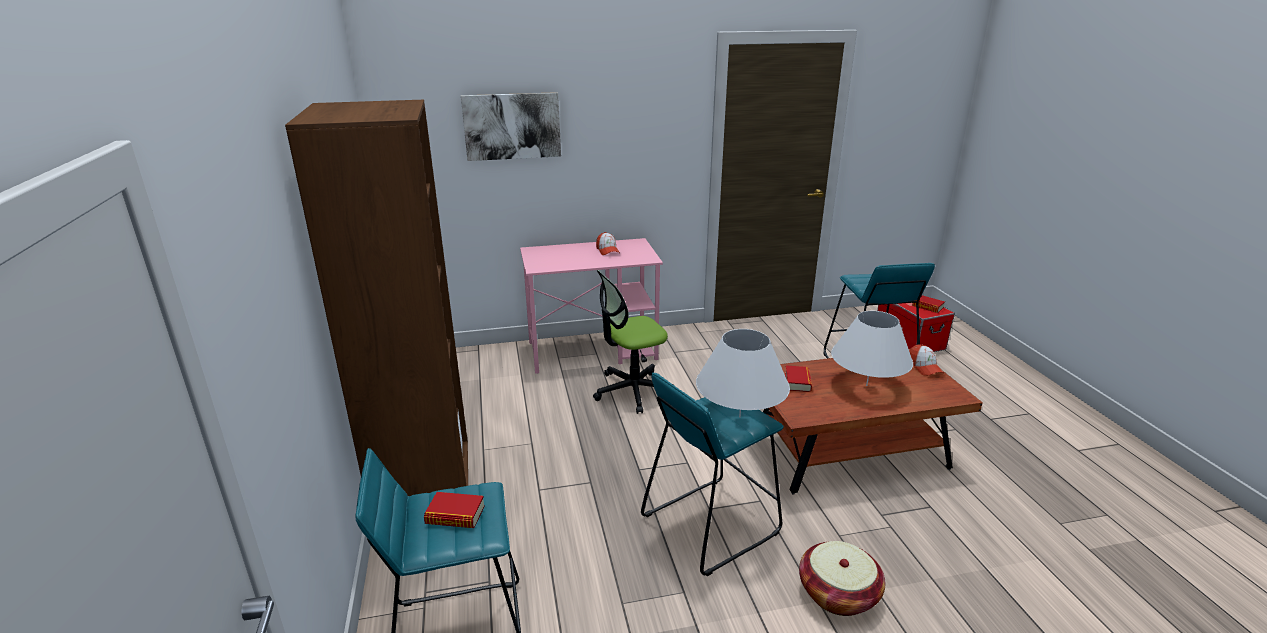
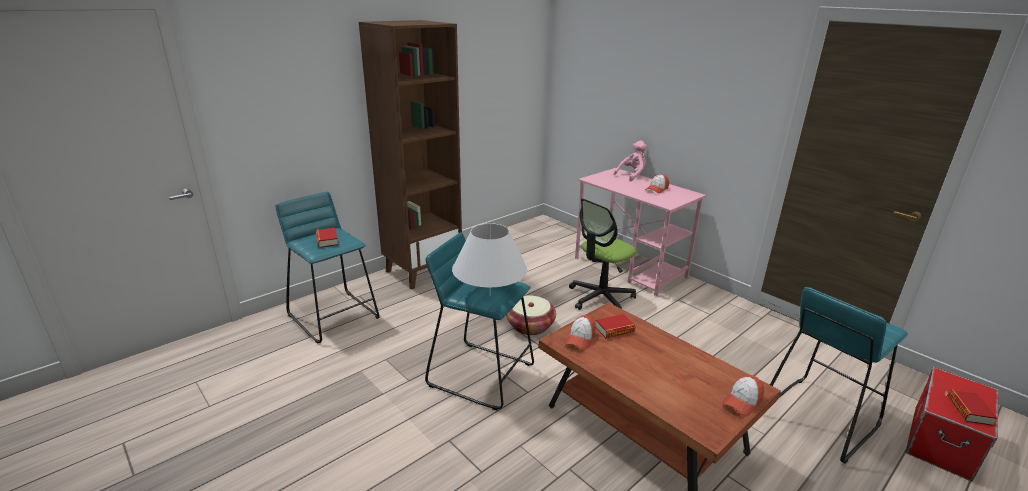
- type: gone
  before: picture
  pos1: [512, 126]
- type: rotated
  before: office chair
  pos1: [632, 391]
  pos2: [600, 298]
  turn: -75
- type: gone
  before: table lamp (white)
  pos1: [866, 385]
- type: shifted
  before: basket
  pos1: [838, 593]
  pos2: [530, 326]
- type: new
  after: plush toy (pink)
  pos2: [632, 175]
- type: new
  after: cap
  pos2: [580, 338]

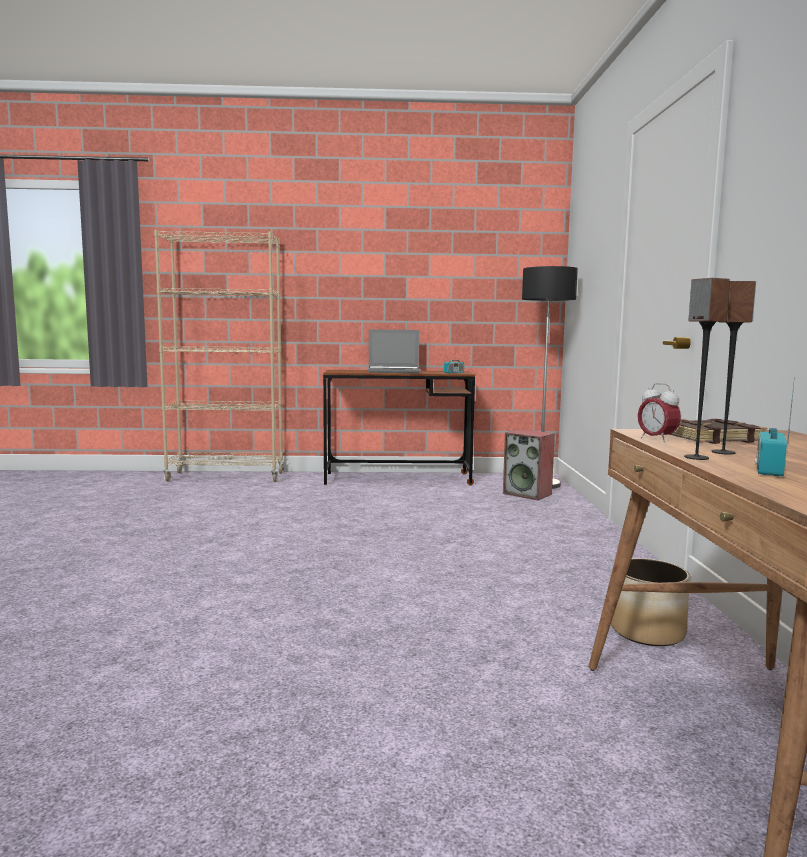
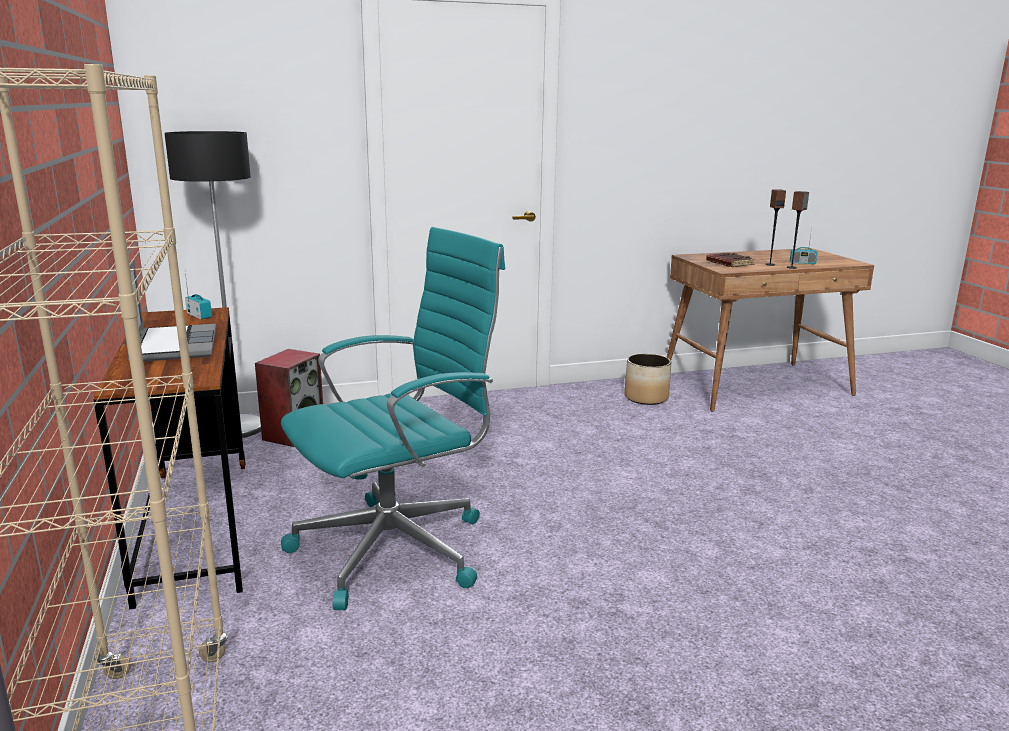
- type: gone
  before: alarm clock
  pos1: [656, 439]
- type: new
  after: office chair (turquoise)
  pos2: [397, 548]

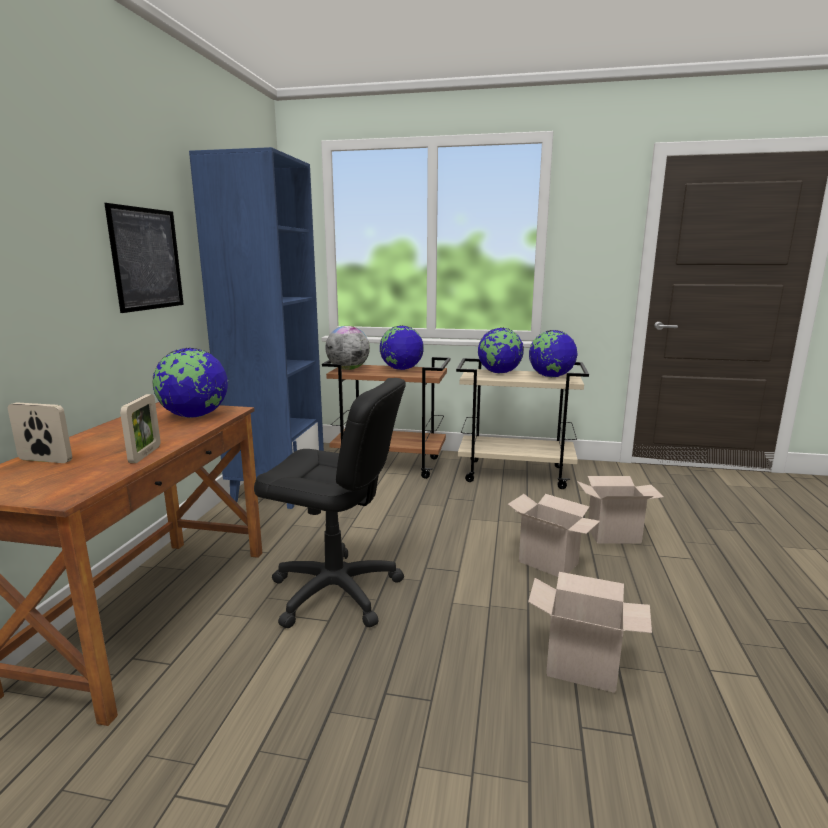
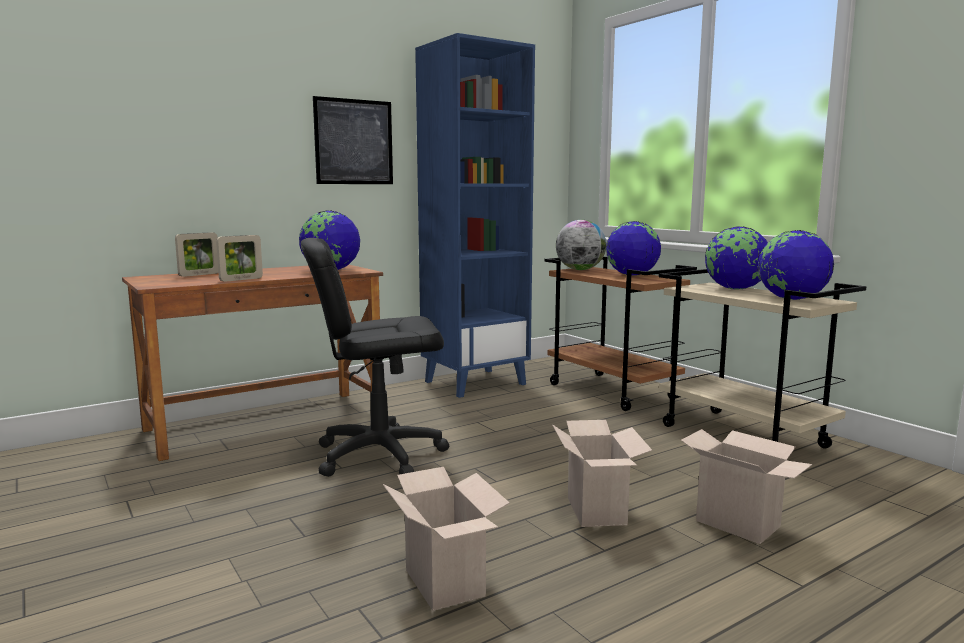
- type: rotated
  before: office chair (black)
  pos1: [335, 592]
  pos2: [379, 455]
  turn: 105
- type: rotated
  before: picture frame
  pos1: [45, 460]
  pos2: [199, 274]
  turn: 75

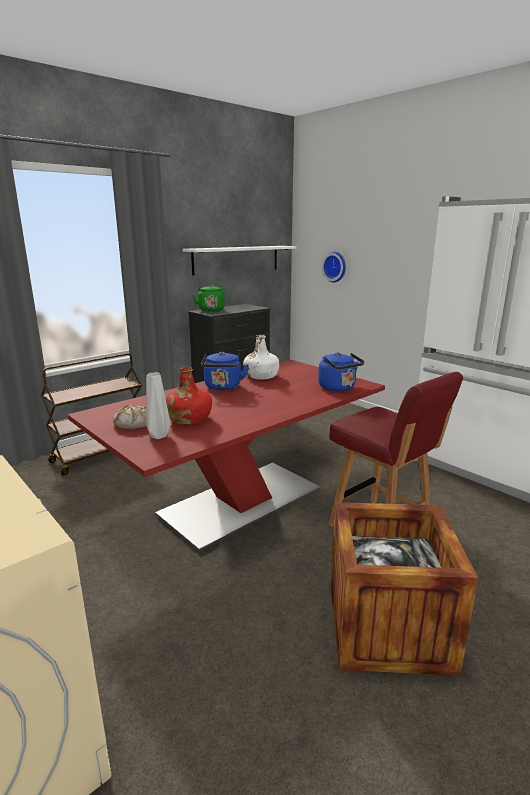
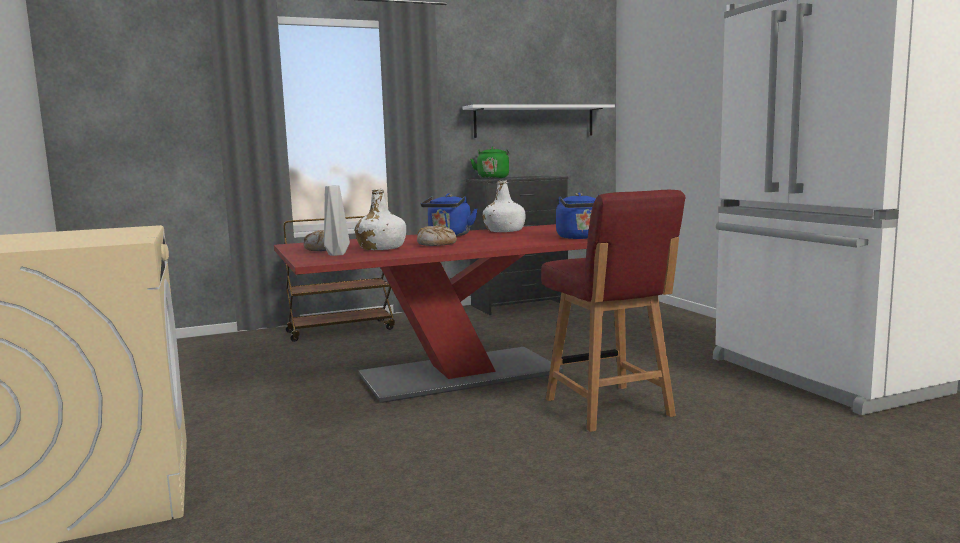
- type: gone
  before: wall clock
  pos1: [335, 267]
- type: repainted
  before: bottle (red)
  after: bottle (white)
  pos1: [189, 419]
  pos2: [381, 248]
- type: gone
  before: crate
  pos1: [388, 625]
- type: new
  after: bread
  pos2: [436, 244]

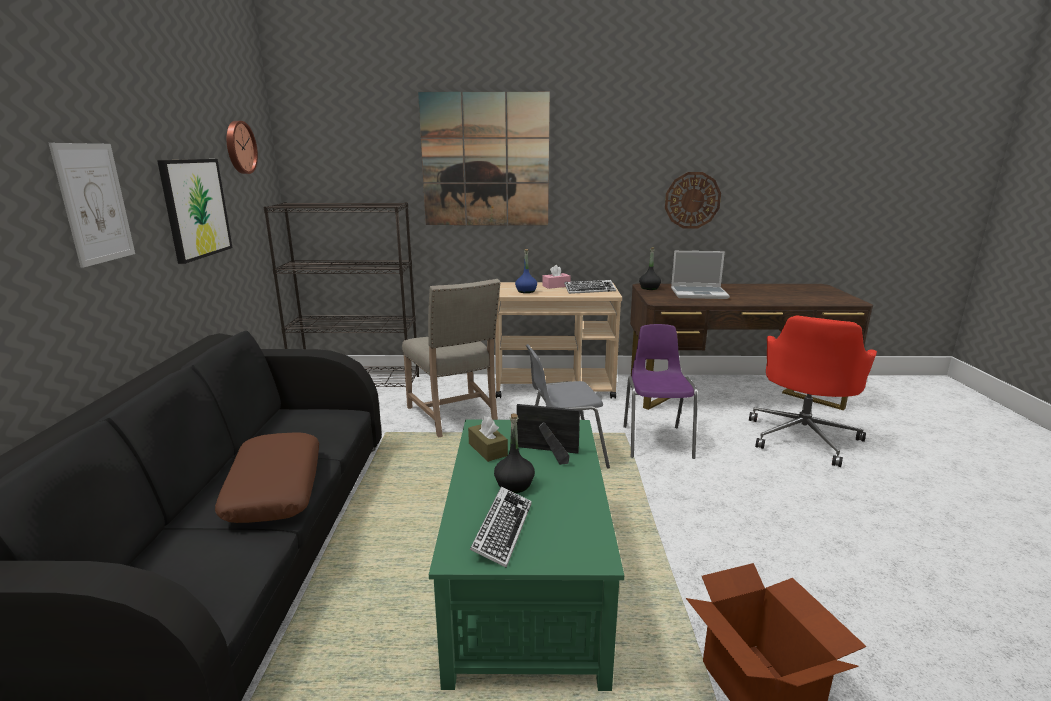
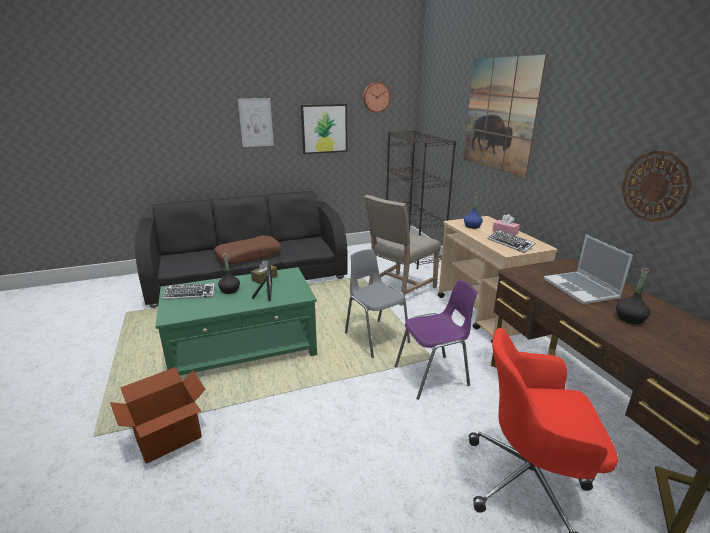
- type: shifted
  before: bottle (black)
  pos1: [649, 288]
  pos2: [629, 318]

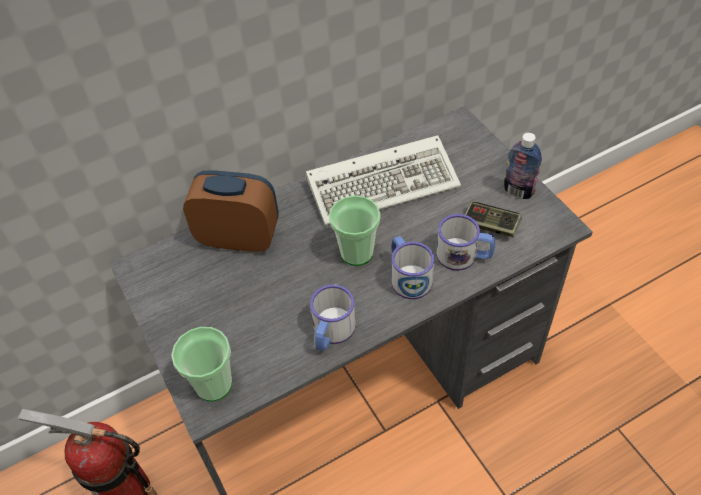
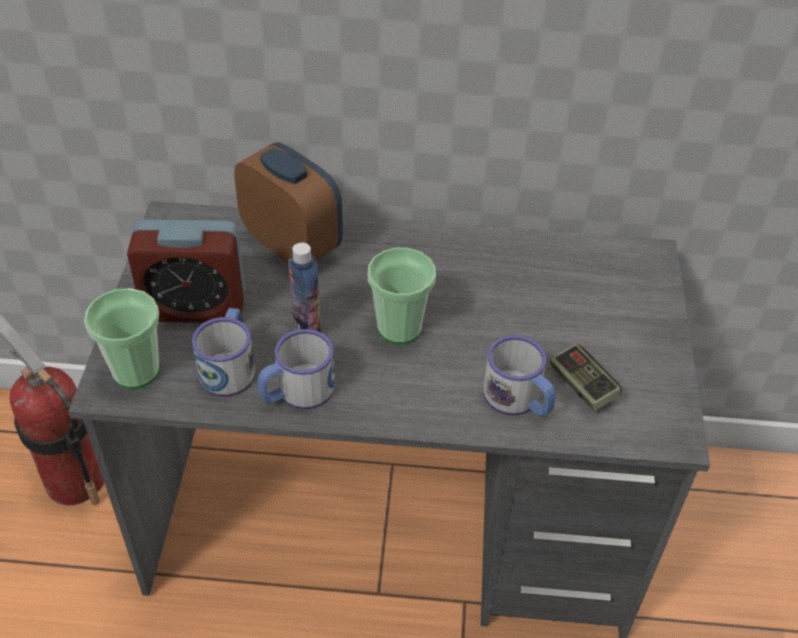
- type: shifted
  before: bottle
  pos1: [518, 191]
  pos2: [306, 327]
- type: gone
  before: keyboard
  pos1: [385, 182]
- type: shifted
  before: mug
  pos1: [408, 276]
  pos2: [230, 366]
- type: new
  after: alarm clock
  pos2: [195, 307]

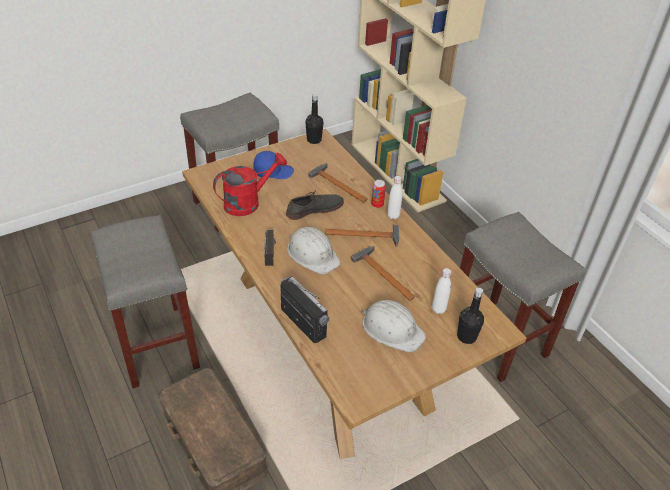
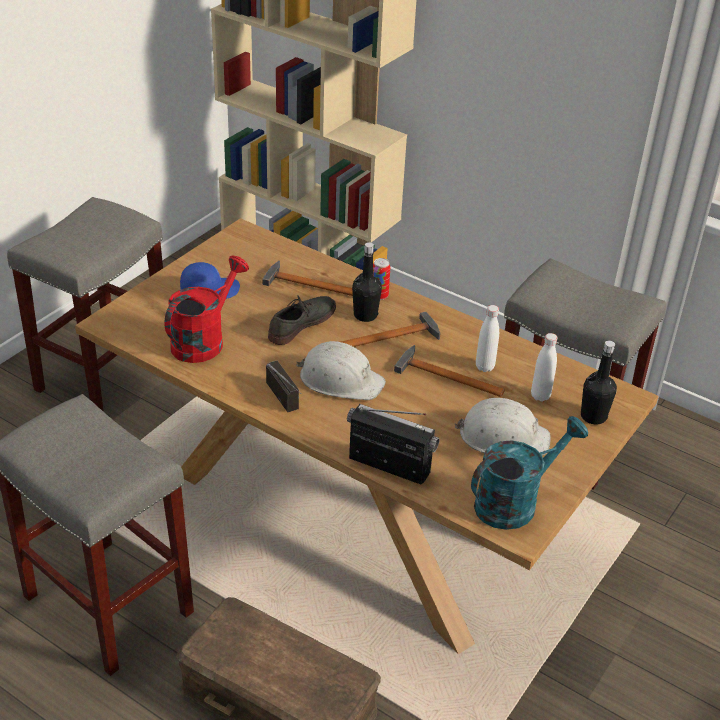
- type: shifted
  before: bottle (black)
  pos1: [314, 140]
  pos2: [365, 315]
- type: shifted
  before: bottle (white)
  pos1: [393, 215]
  pos2: [484, 367]
- type: new
  after: watering can (turquoise)
  pos2: [515, 501]

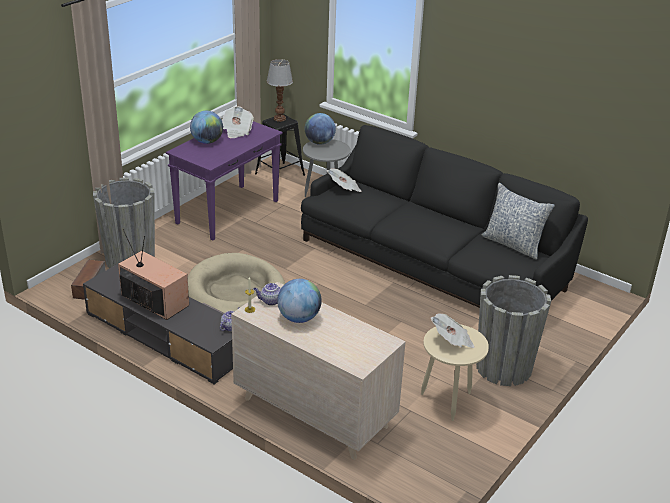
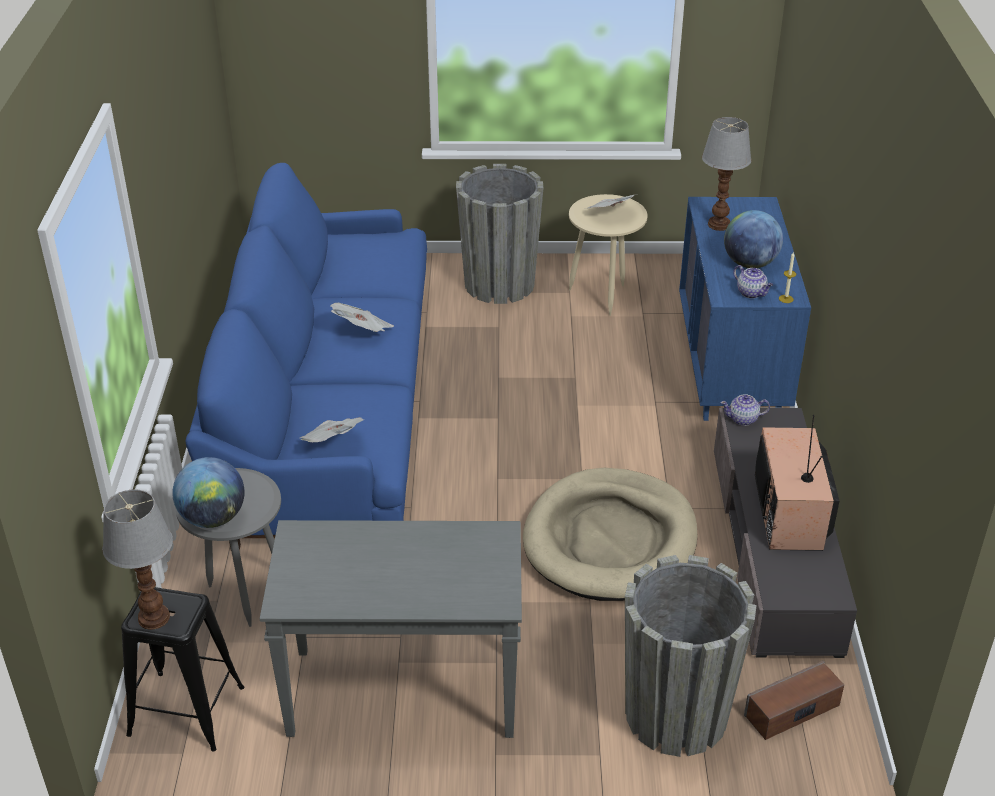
- type: shifted
  before: newspaper
  pos1: [237, 131]
  pos2: [363, 331]
- type: gone
  before: globe
  pos1: [207, 141]
- type: repainted
  before: console table (purple)
  after: console table (grey)
  pos1: [228, 212]
  pos2: [401, 694]
- type: repainted
  before: sofa (black)
  after: sofa (blue)
  pos1: [433, 263]
  pos2: [331, 404]
- type: gone
  before: pillow
  pos1: [513, 244]
- type: repainted
  before: dresser (beige)
  after: dresser (blue)
  pos1: [314, 412]
  pos2: [730, 366]
- type: new
  after: table lamp
  pos2: [718, 224]

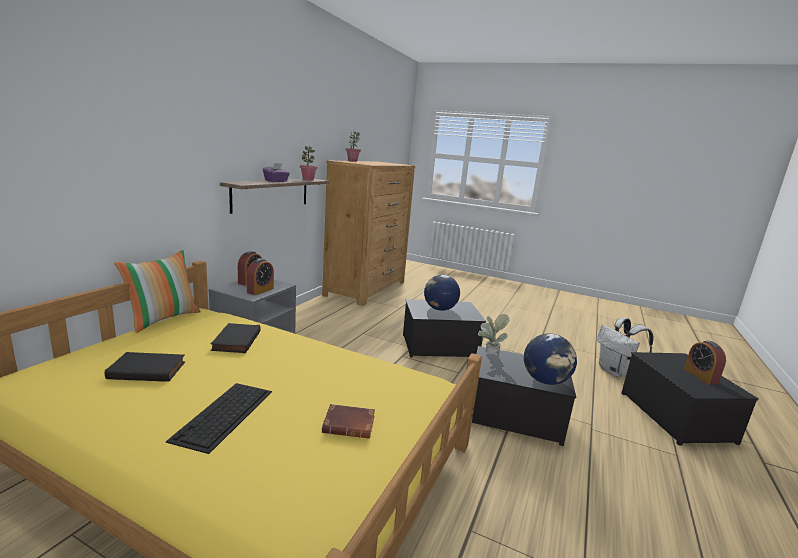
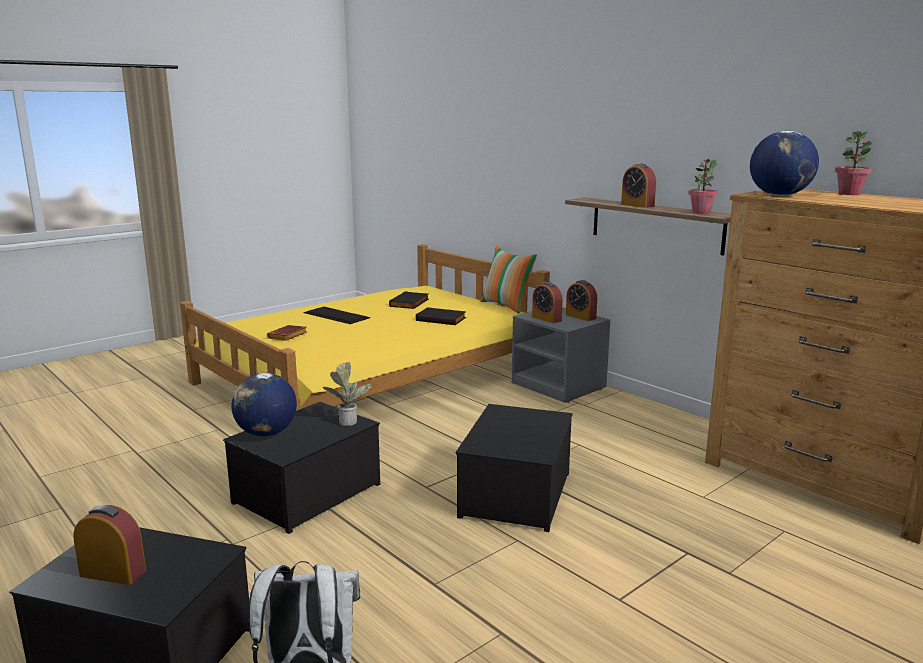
- type: swapped
  before: tissue box (purple)
  after: alarm clock
  pos1: [276, 181]
  pos2: [637, 205]
- type: shifted
  before: globe
  pos1: [439, 309]
  pos2: [779, 195]

